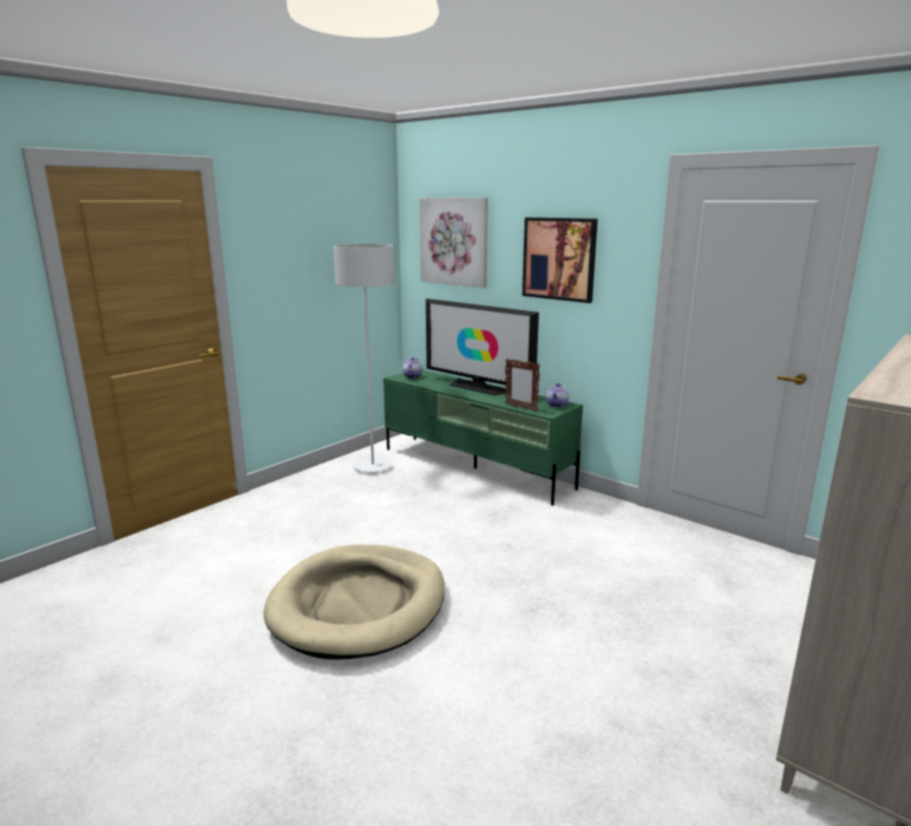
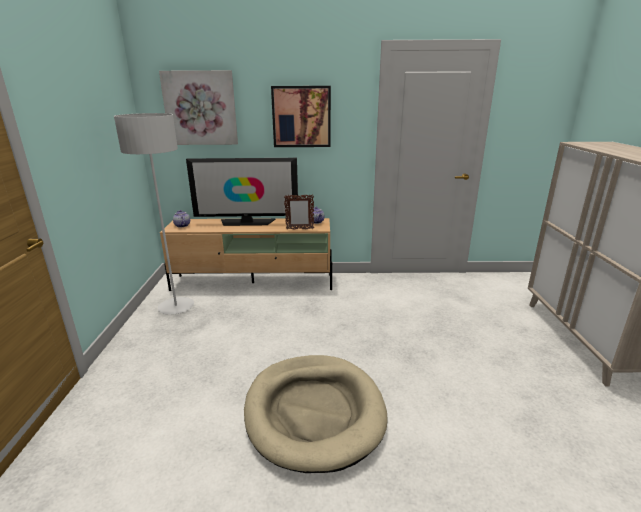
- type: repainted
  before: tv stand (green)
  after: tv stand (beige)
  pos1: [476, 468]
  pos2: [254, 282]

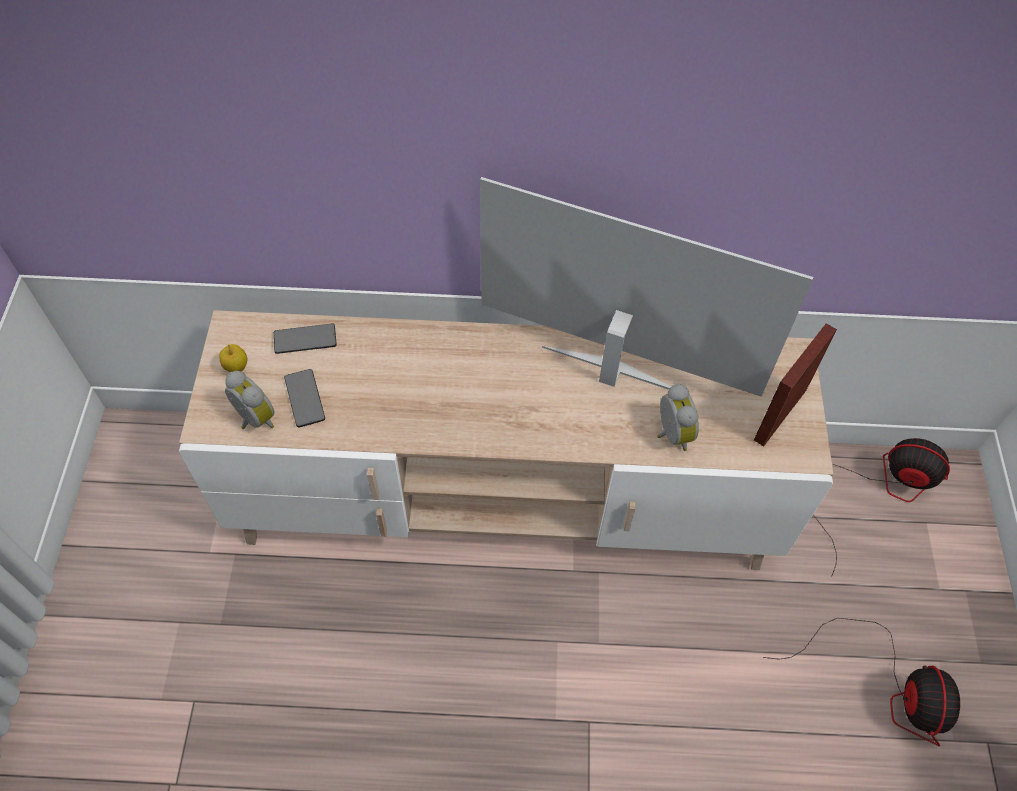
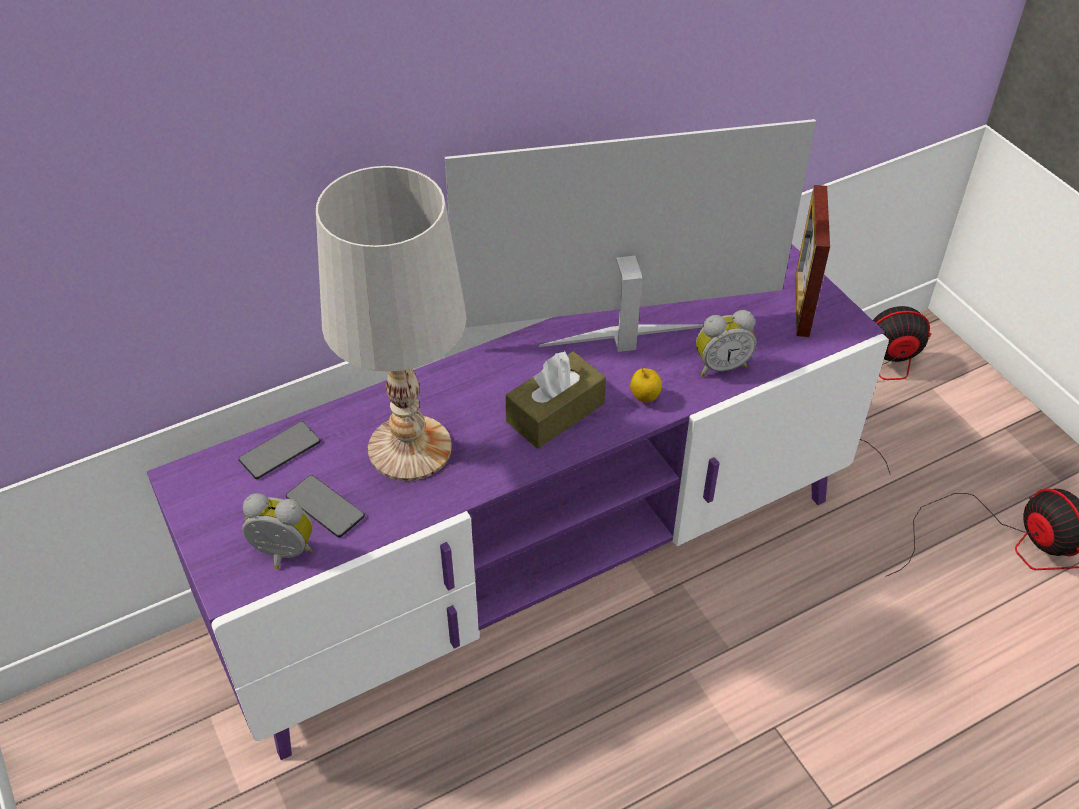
- type: repainted
  before: tv stand (beige)
  after: tv stand (purple)
  pos1: [505, 500]
  pos2: [538, 564]
- type: shifted
  before: apple
  pos1: [236, 368]
  pos2: [644, 398]
- type: rotated
  before: alarm clock
  pos1: [670, 434]
  pos2: [720, 365]
  turn: 120
- type: new
  after: table lamp (white)
  pos2: [408, 448]
- type: new
  after: tissue box (brown)
  pos2: [555, 412]

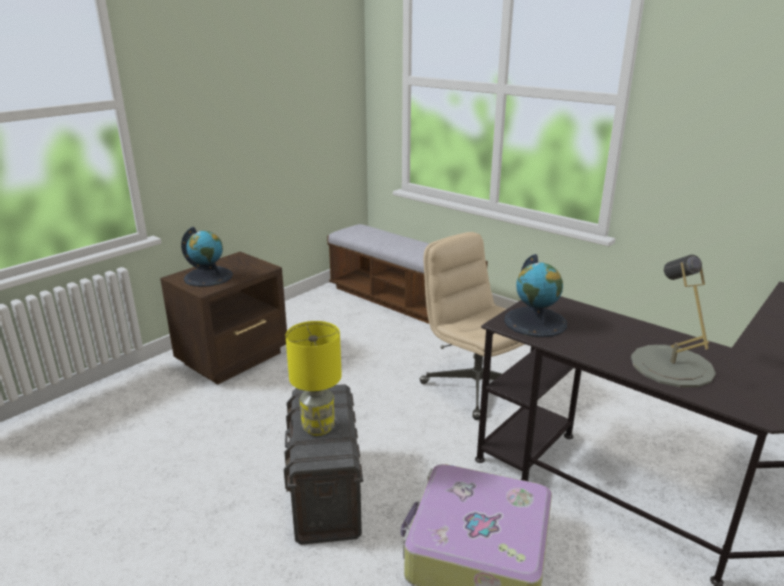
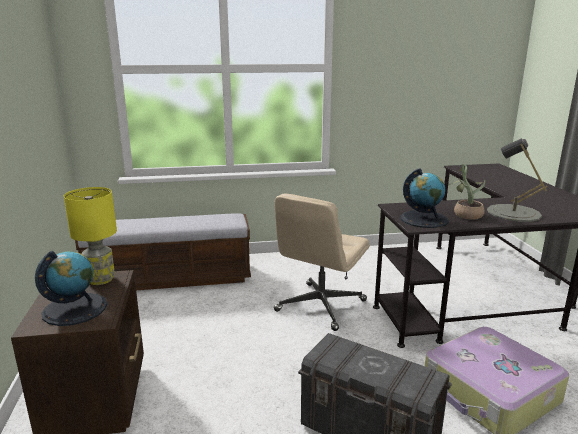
- type: rotated
  before: office chair (beige)
  pos1: [475, 386]
  pos2: [320, 306]
  turn: -60
- type: shifted
  before: table lamp (yellow)
  pos1: [318, 428]
  pos2: [100, 280]
- type: new
  after: potted plant
  pos2: [465, 214]

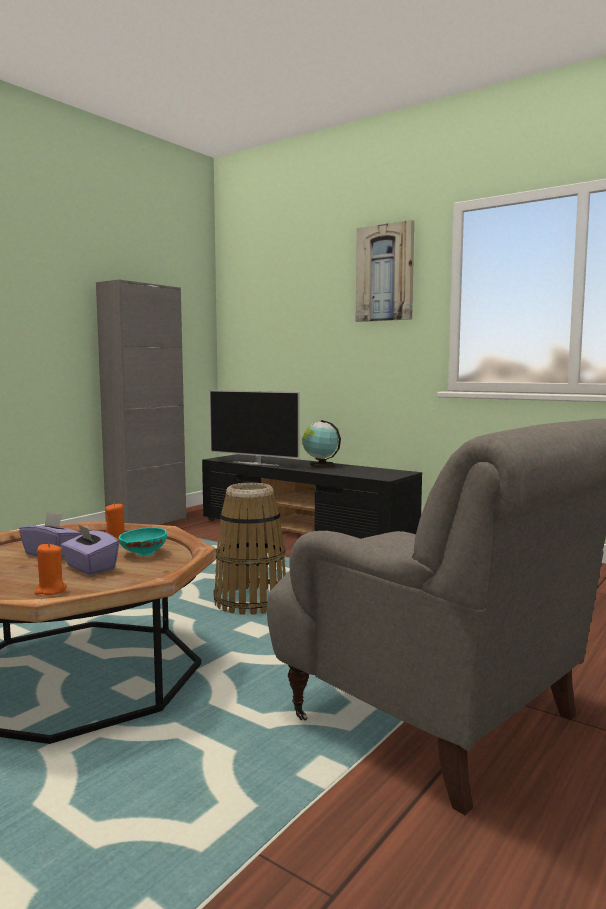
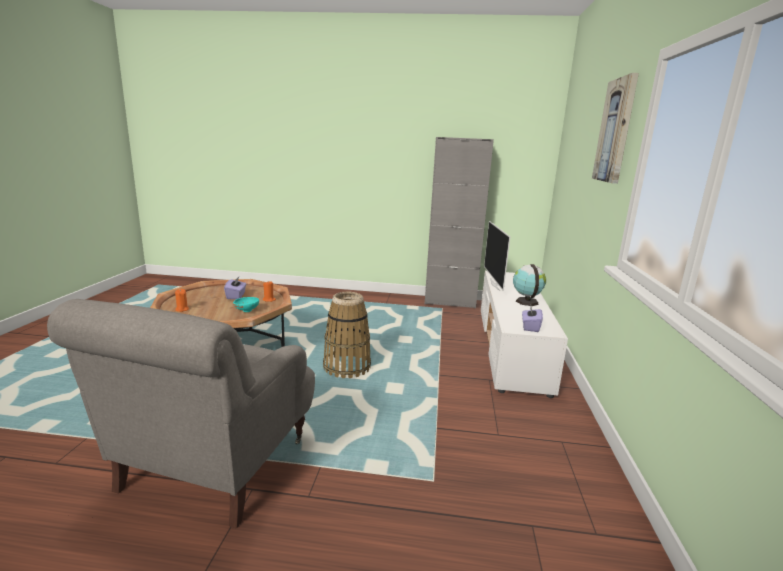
- type: repainted
  before: tv stand (black)
  after: tv stand (white)
  pos1: [306, 530]
  pos2: [511, 348]
- type: shifted
  before: tissue box (purple)
  pos1: [90, 568]
  pos2: [530, 327]

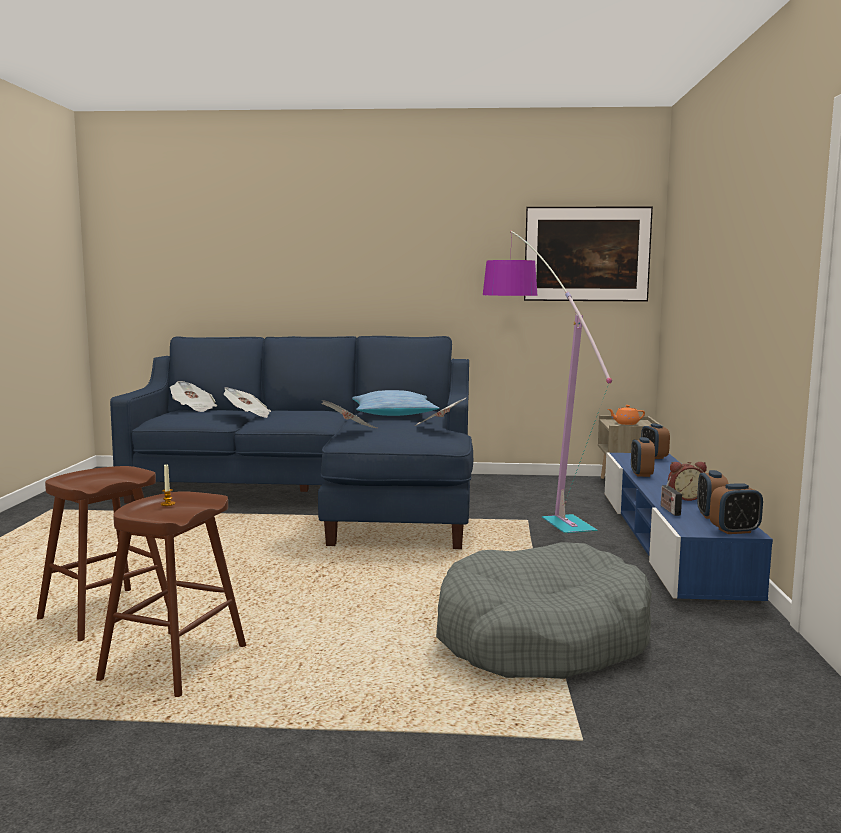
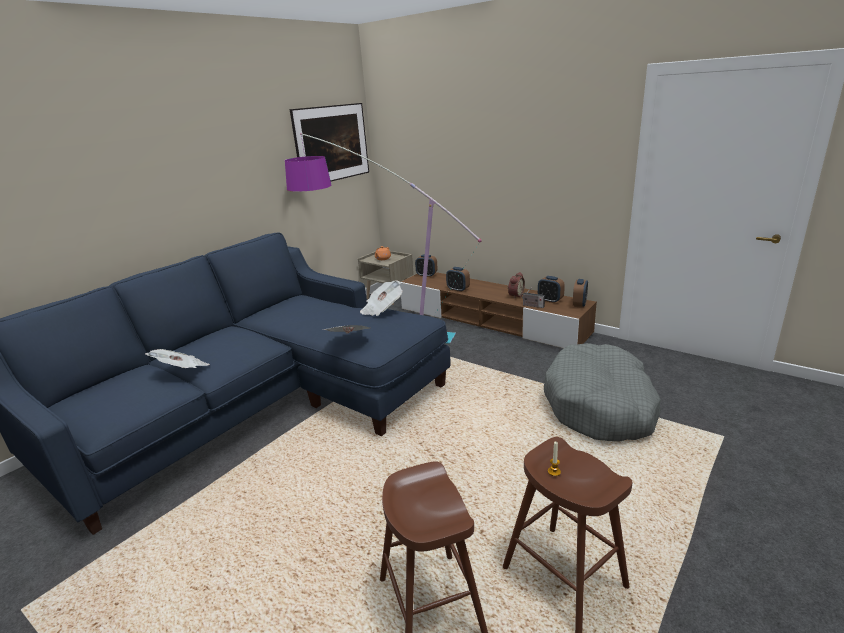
- type: gone
  before: newspaper
  pos1: [194, 409]
- type: gone
  before: pillow
  pos1: [393, 414]
- type: repainted
  before: tv stand (blue)
  after: tv stand (brown)
  pos1: [669, 540]
  pos2: [491, 321]

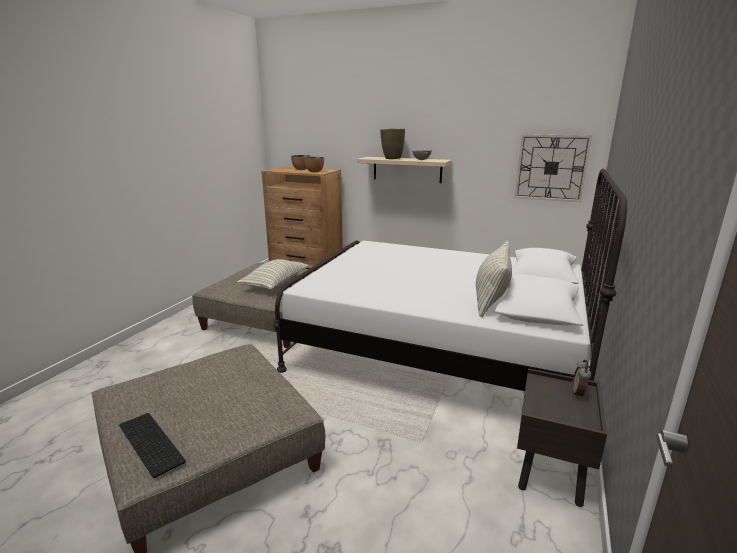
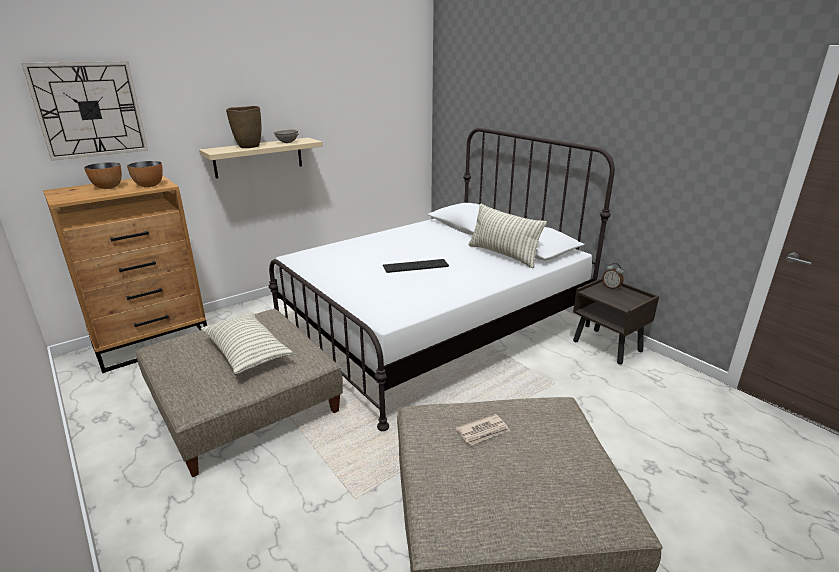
- type: shifted
  before: wall clock
  pos1: [551, 168]
  pos2: [89, 110]
- type: shifted
  before: keyboard
  pos1: [148, 443]
  pos2: [415, 266]
- type: new
  after: newspaper
  pos2: [483, 431]

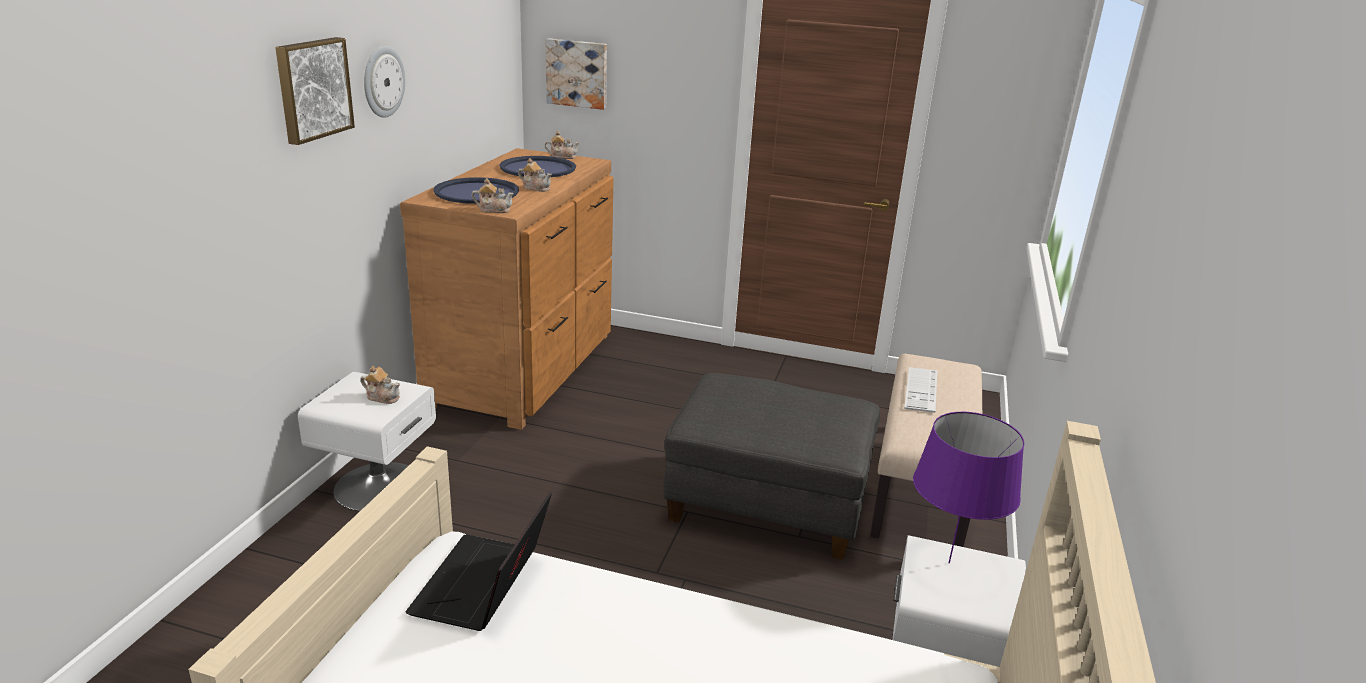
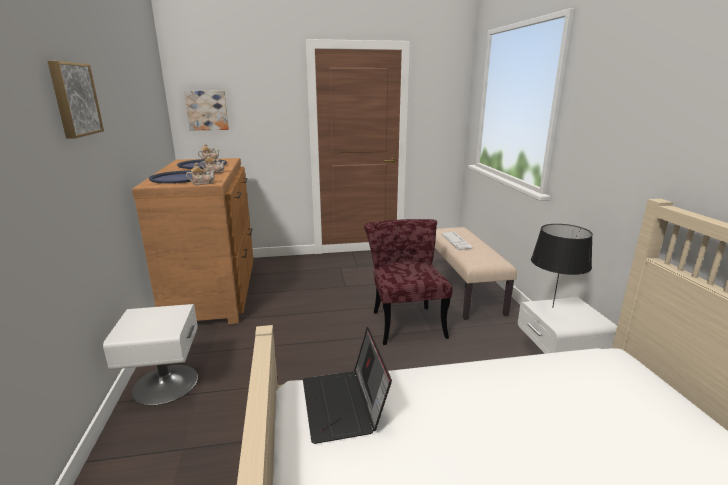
- type: gone
  before: wall clock
  pos1: [382, 81]
- type: gone
  before: teapot
  pos1: [383, 397]
- type: swapped
  before: ottoman (grey)
  after: chair (red)
  pos1: [769, 504]
  pos2: [405, 320]
- type: repainted
  before: table lamp (purple)
  after: table lamp (black)
  pos1: [948, 563]
  pos2: [552, 308]

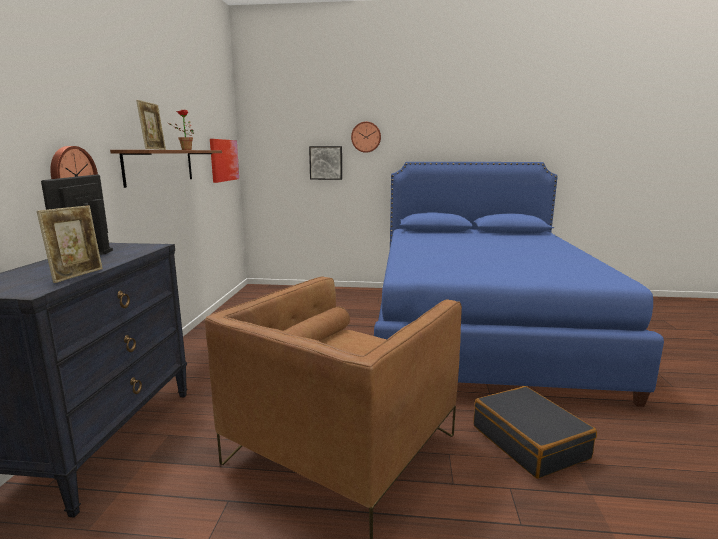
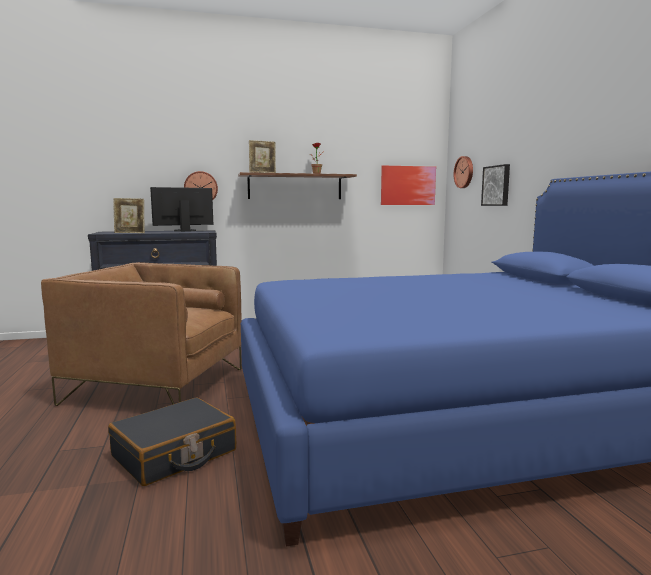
- type: shifted
  before: wall clock
  pos1: [366, 137]
  pos2: [464, 172]

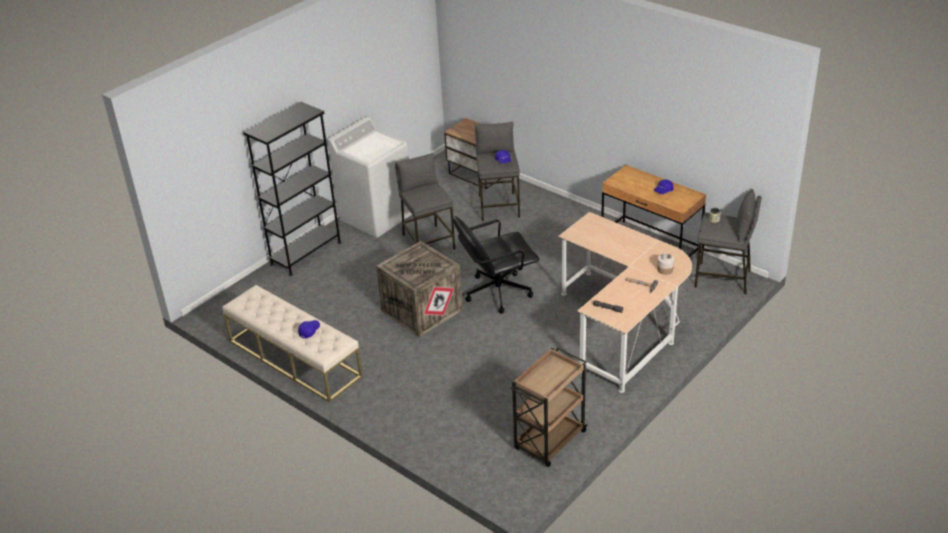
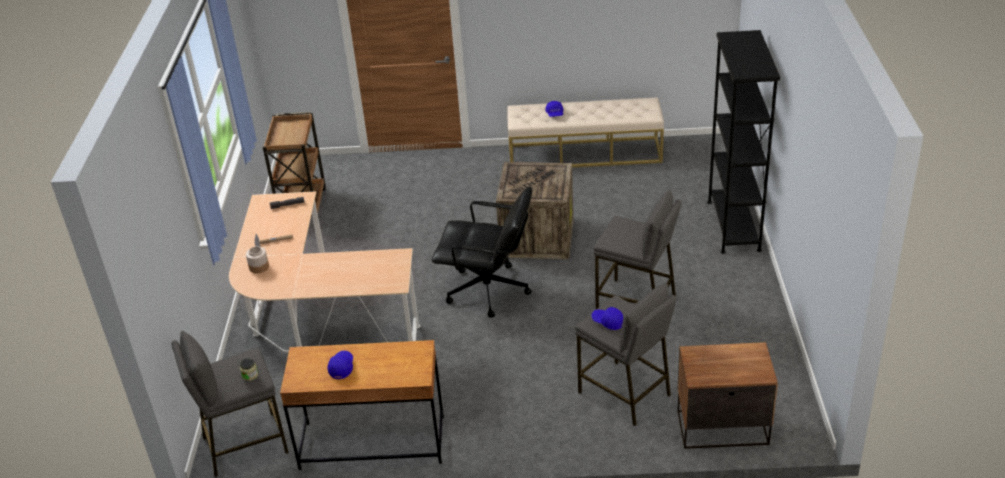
- type: gone
  before: washing machine (white)
  pos1: [376, 216]
- type: rotated
  before: office chair (black)
  pos1: [497, 292]
  pos2: [489, 291]
  turn: 75

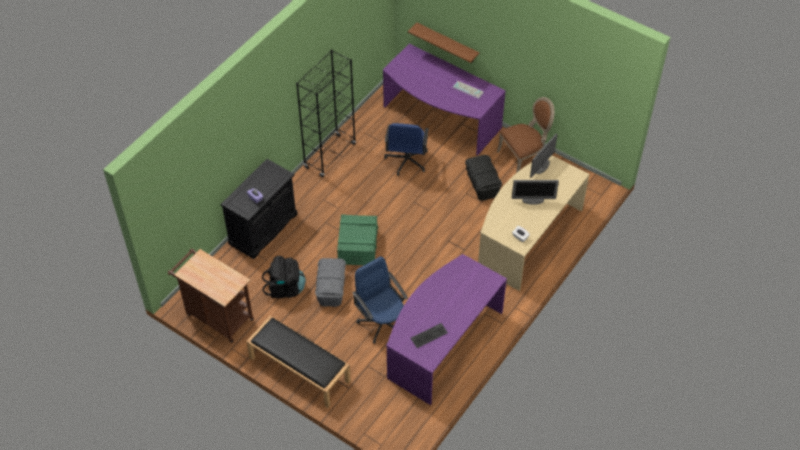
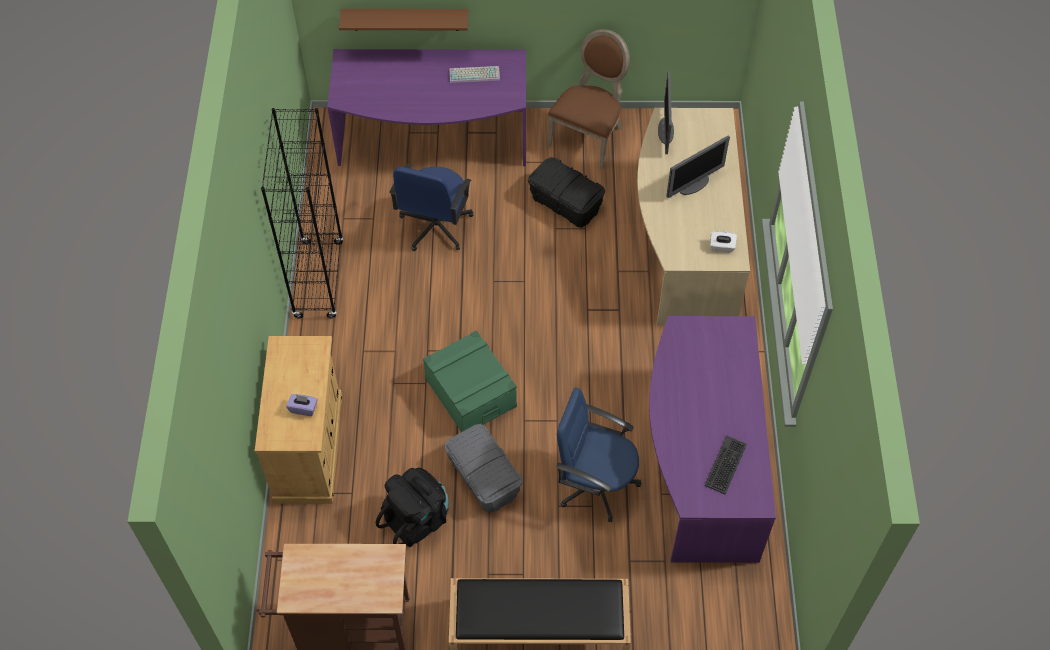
- type: rotated
  before: office chair (blue)
  pos1: [406, 160]
  pos2: [435, 226]
  turn: 45
- type: repainted
  before: cabinet (black)
  after: cabinet (beige)
  pos1: [263, 229]
  pos2: [309, 448]

